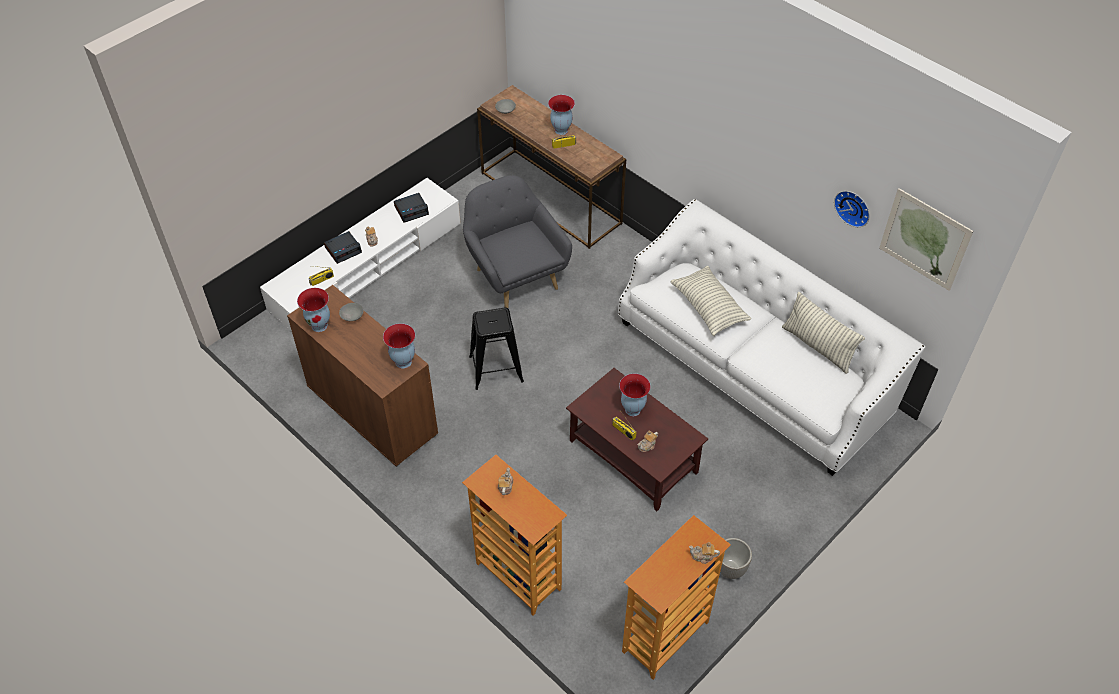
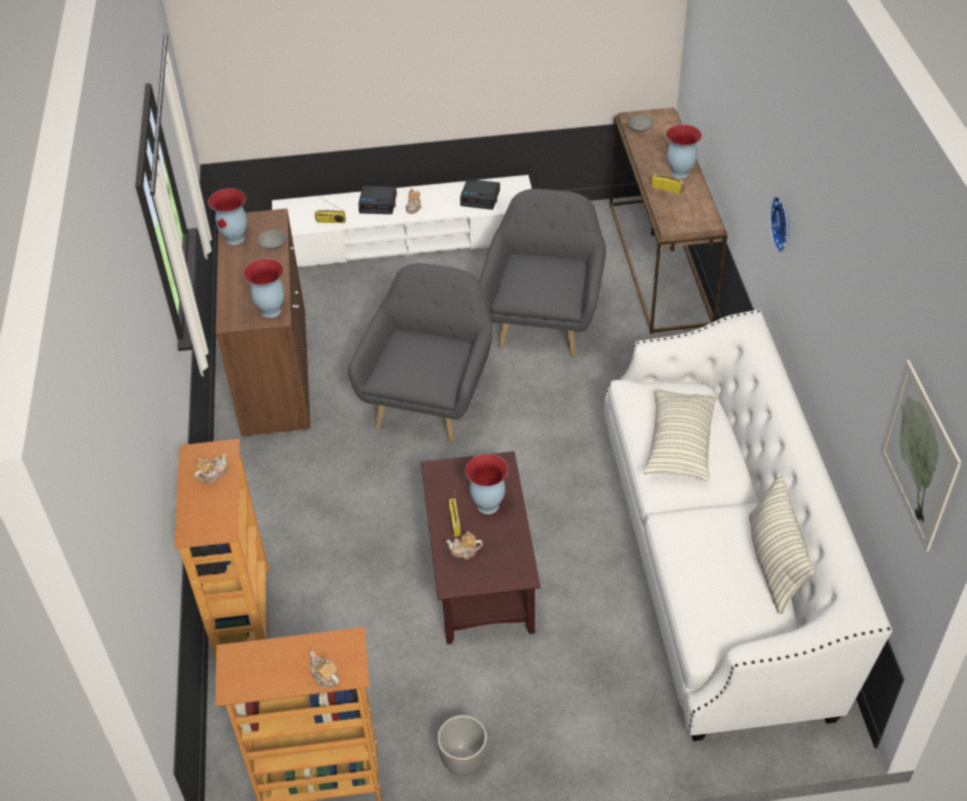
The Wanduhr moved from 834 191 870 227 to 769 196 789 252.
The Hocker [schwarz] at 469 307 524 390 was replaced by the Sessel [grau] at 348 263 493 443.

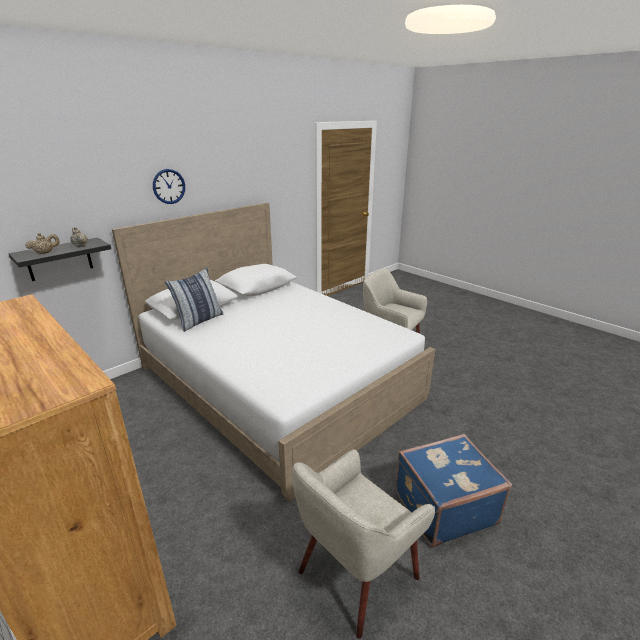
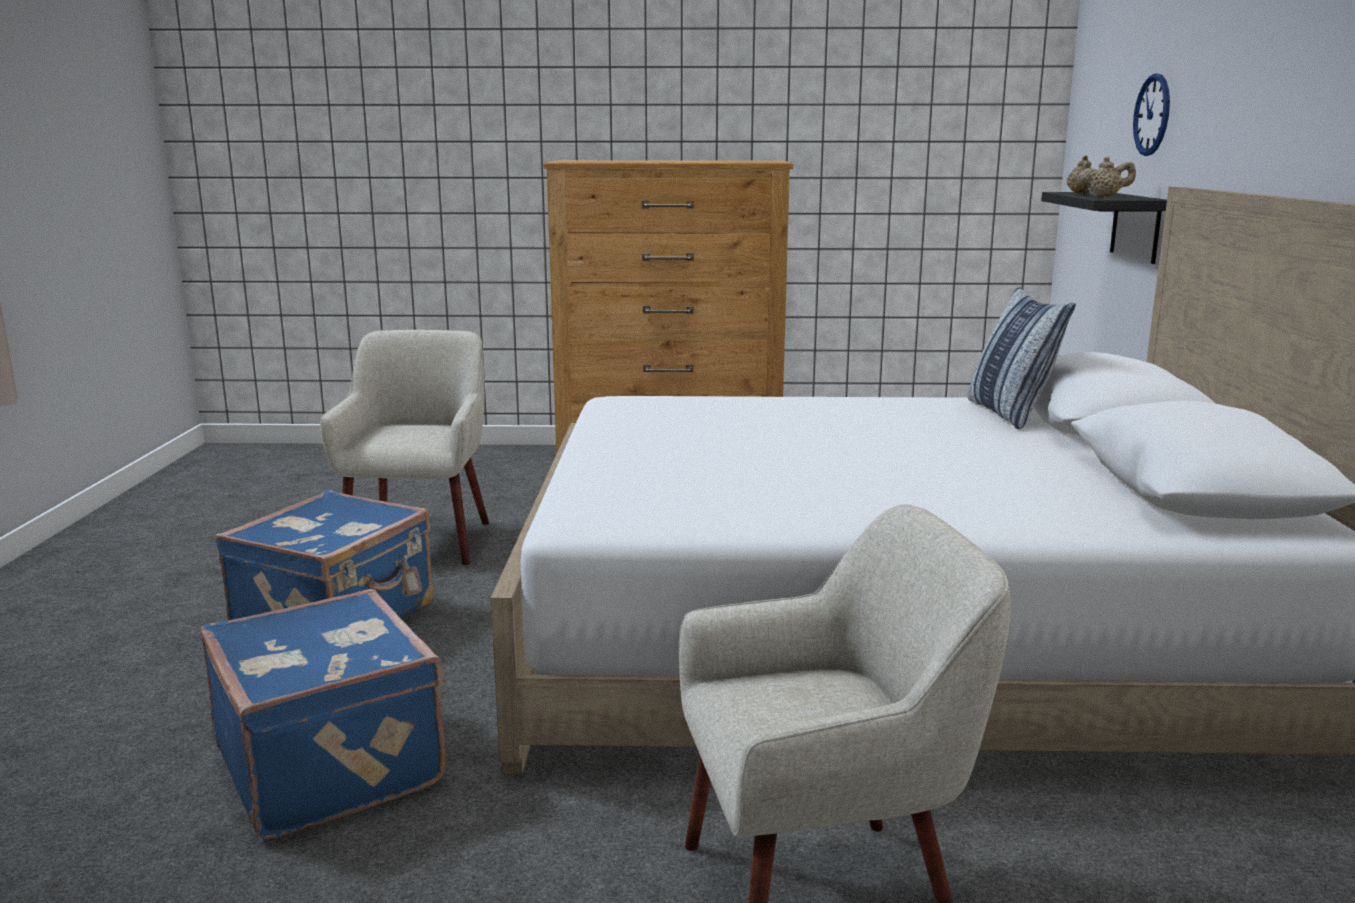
The Wanduhr moved from 153 169 185 204 to 1133 74 1170 156.
The Koffer [blau] at 200 589 446 840 appeared.

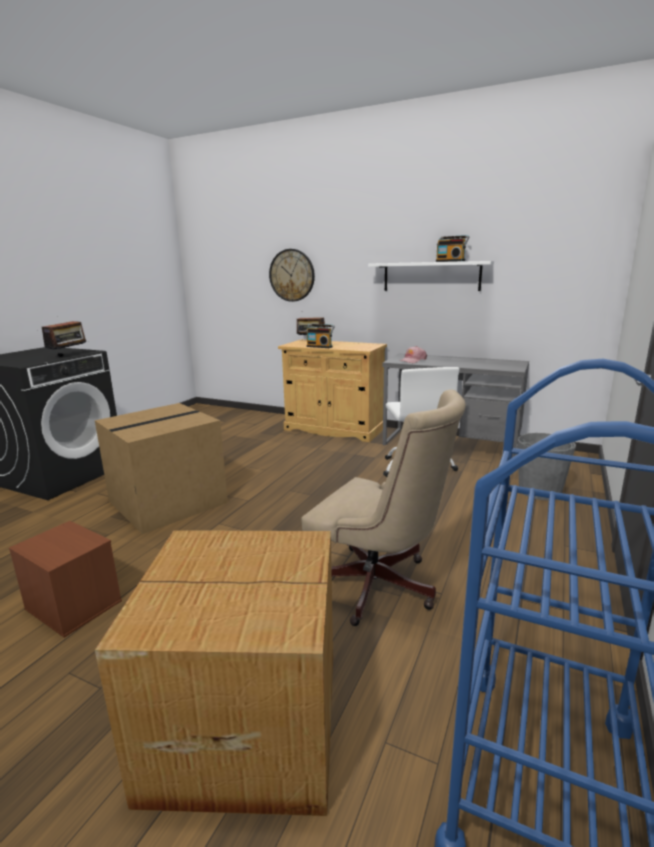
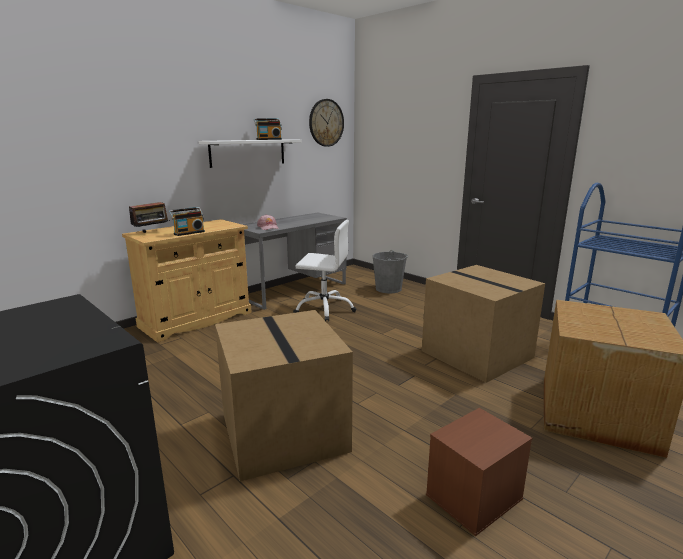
The Wanduhr moved from 269 249 315 302 to 309 99 344 147.
The Radio at 42 315 86 357 disappeared.
The Bürostuhl [beige] at 301 389 466 626 was replaced by the Karton at 422 265 545 383.

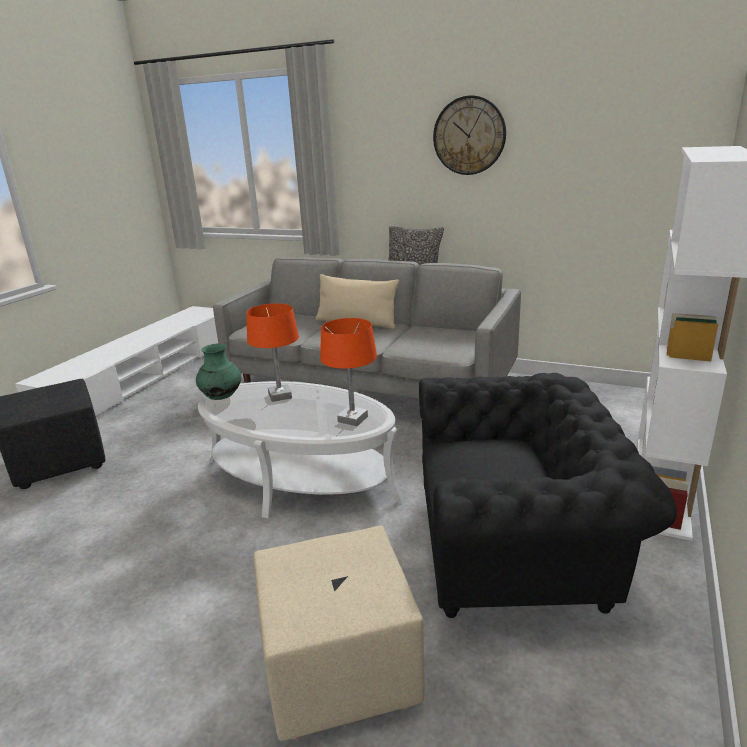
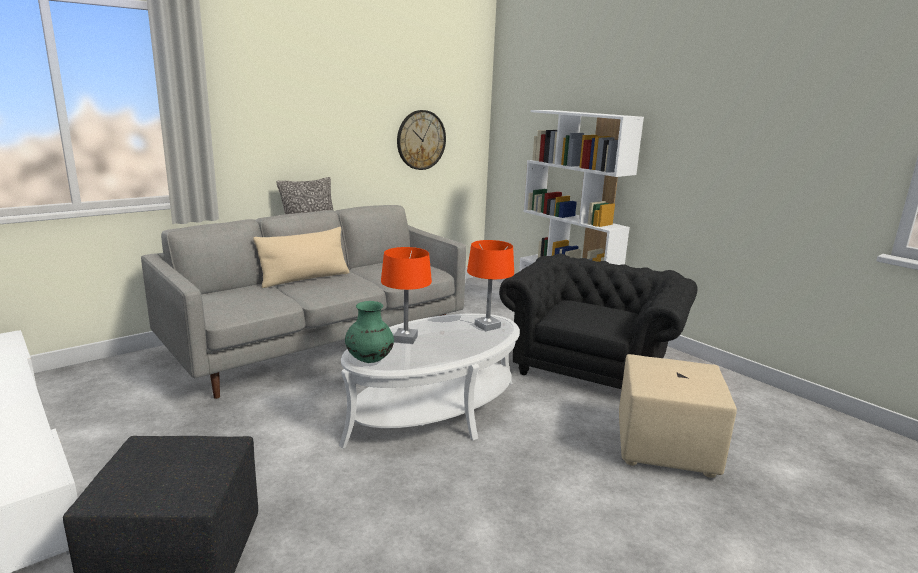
The Wanduhr moved from 433 95 506 175 to 397 110 446 170.

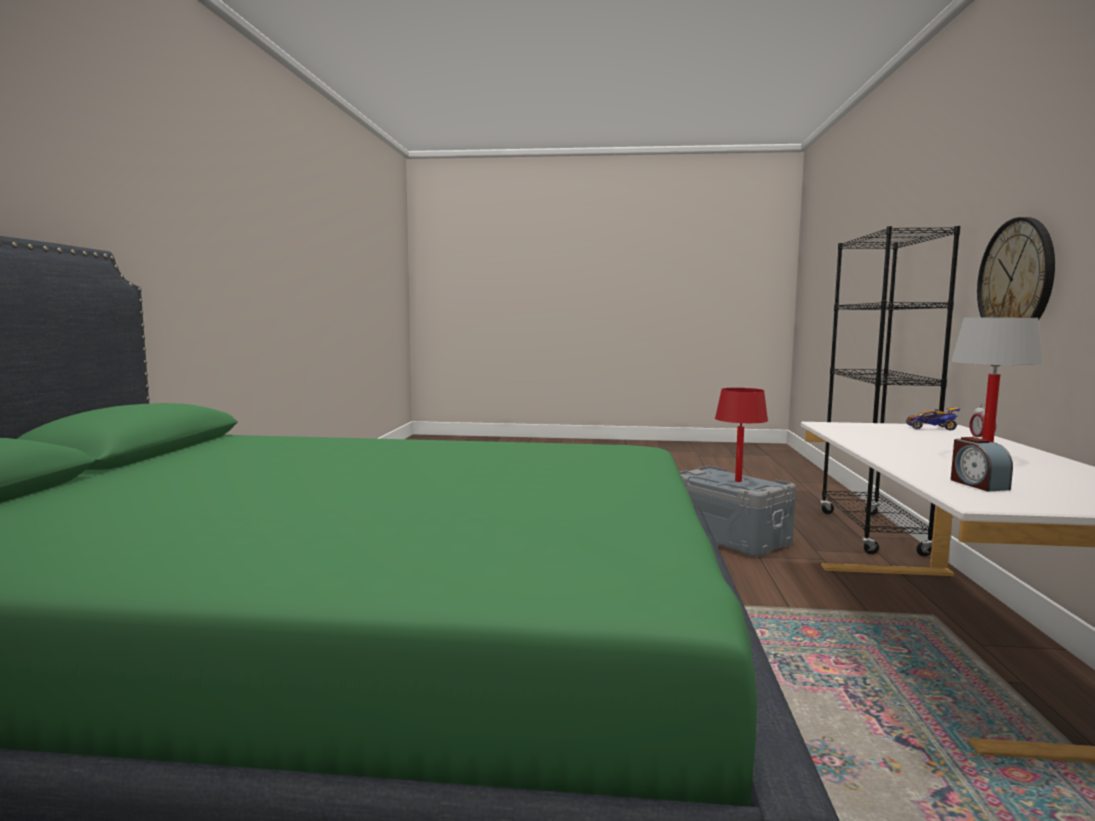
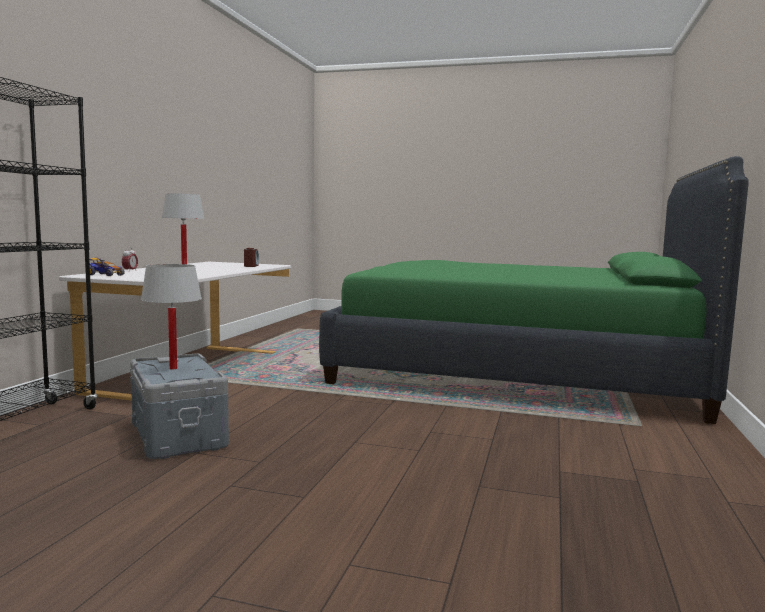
The Wanduhr at 977 217 1055 320 disappeared.
The Tischlampe [rot] at 715 388 768 482 became the Tischlampe [weiß] at 141 264 202 370.

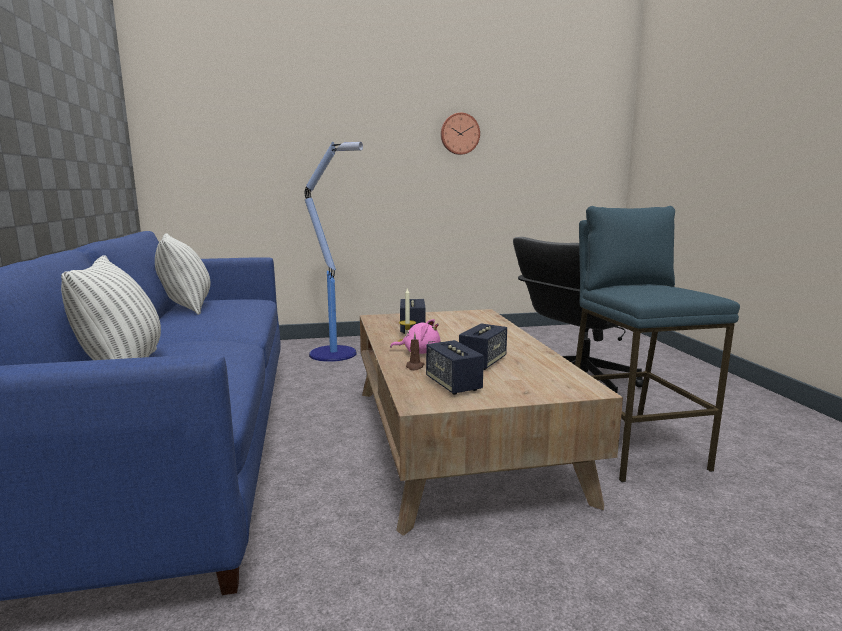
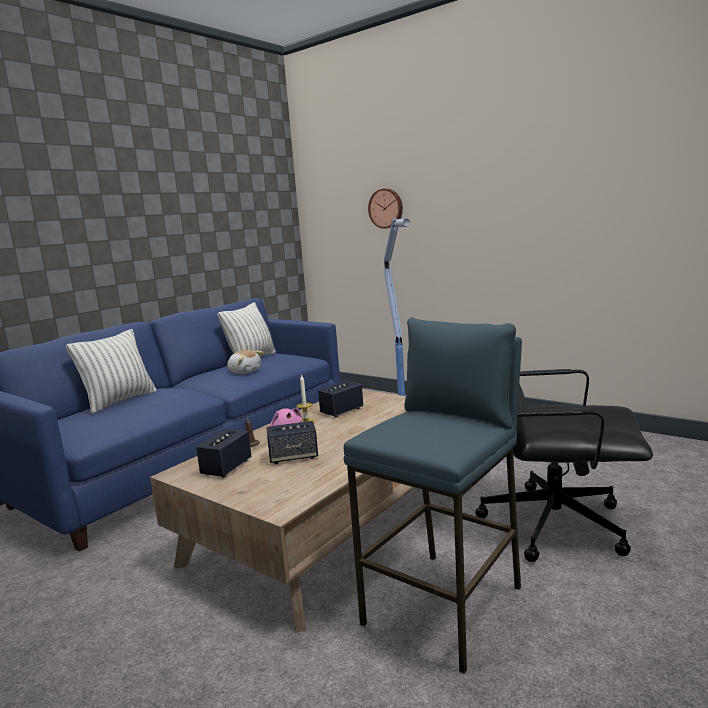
The Wanduhr moved from 441 113 480 155 to 368 189 403 229.
The Plüschtier at 227 350 264 374 appeared.

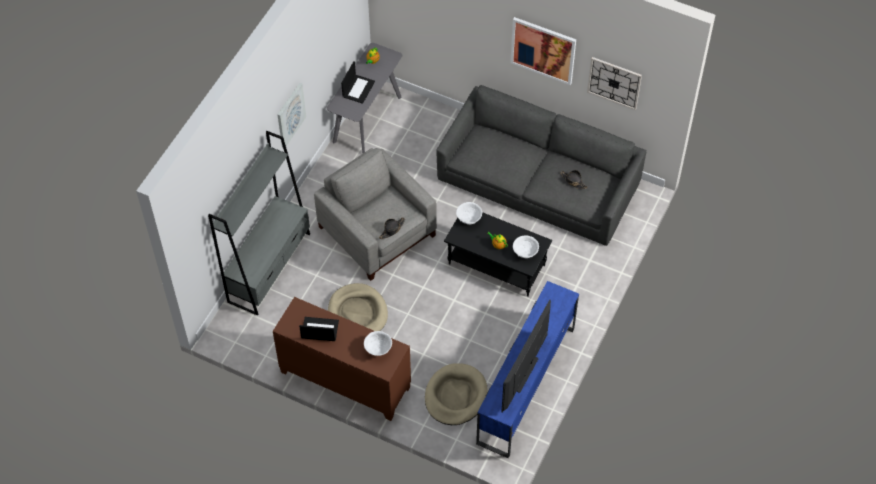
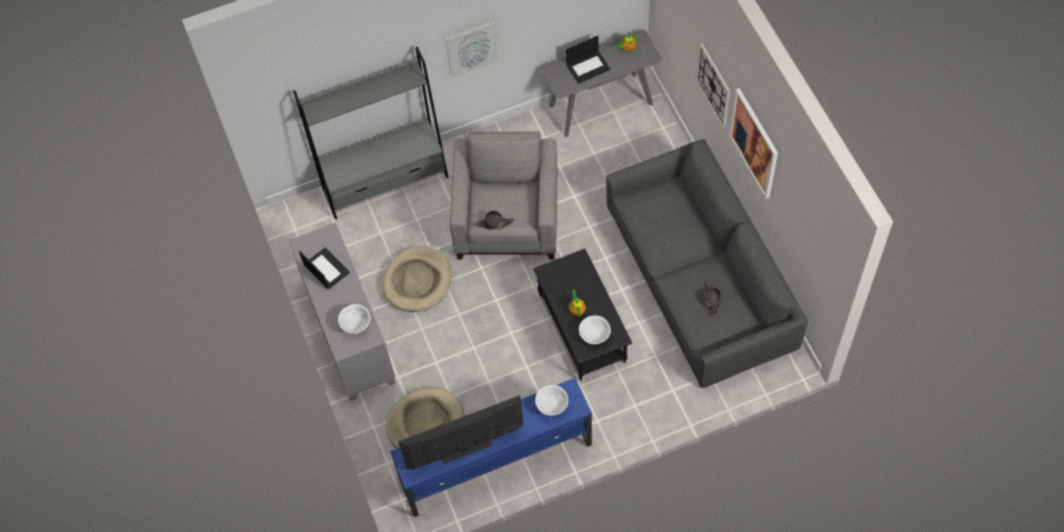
The Wanduhr moved from 587 57 642 110 to 696 43 730 128.
The Schüssel [weiß] moved from 456 202 482 225 to 535 385 568 416.
The Schrank [braun] at 273 297 411 421 became the Schrank [grau] at 288 222 396 401.

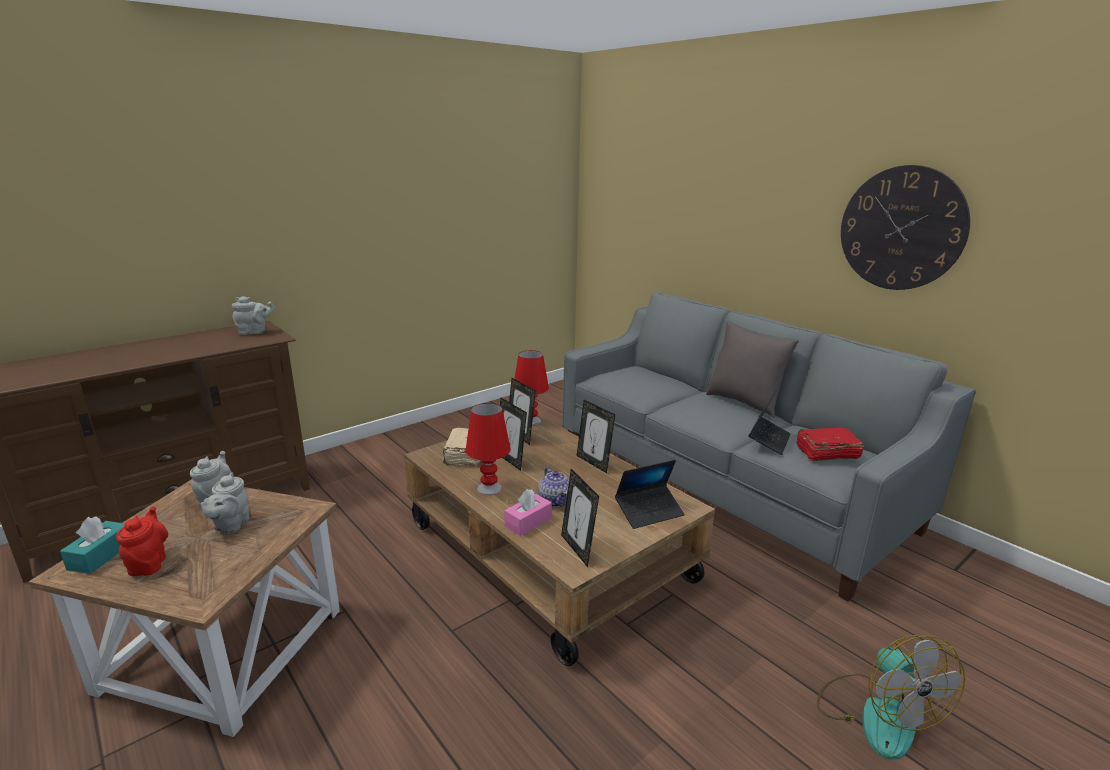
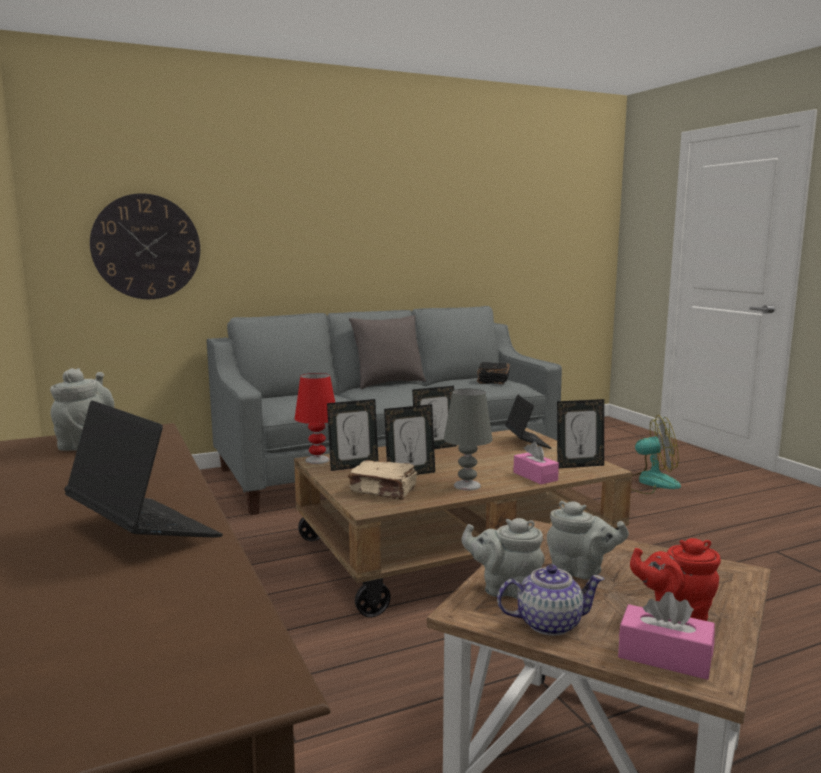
The Wanduhr moved from 841 165 970 290 to 90 193 200 299.
The Laptop moved from 749 391 791 455 to 64 400 223 538.
The Tischlampe [rot] at 465 403 511 496 became the Tischlampe [grau] at 444 389 493 491.
The Buch [rot] at 796 427 864 461 became the Buch [schwarz] at 477 362 510 384.
The Teekanne moved from 538 467 569 507 to 497 565 604 636.
The Taschentuchbox [türkis] at 60 516 125 574 became the Taschentuchbox [rosa] at 618 592 715 680.

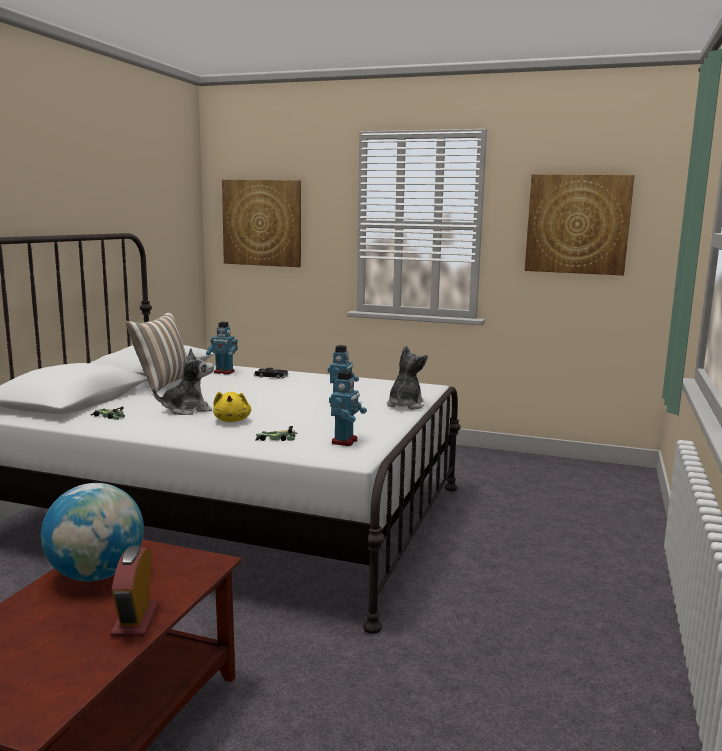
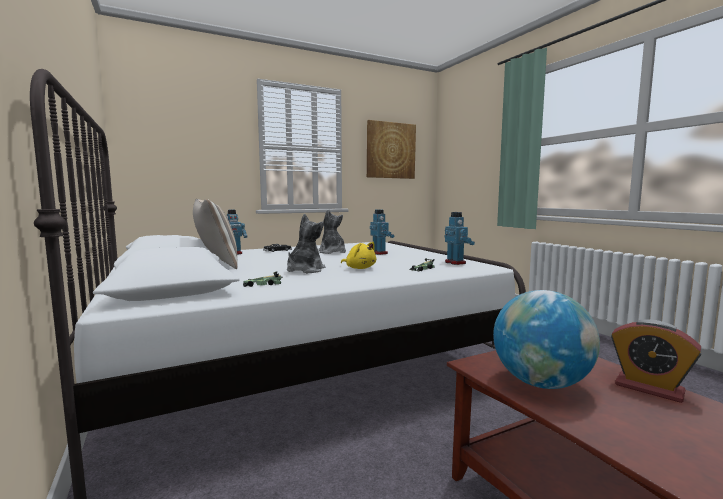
The Bild at 222 179 301 267 disappeared.
The Plüschtier moved from 387 345 428 410 to 318 209 346 254.

